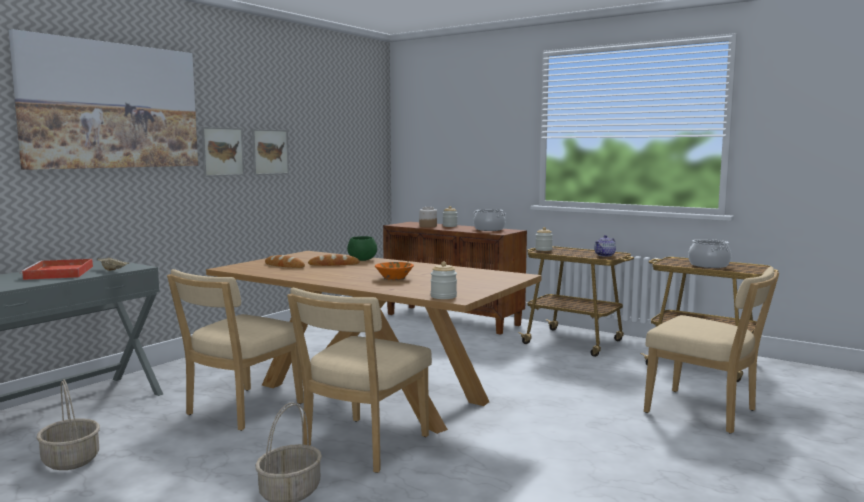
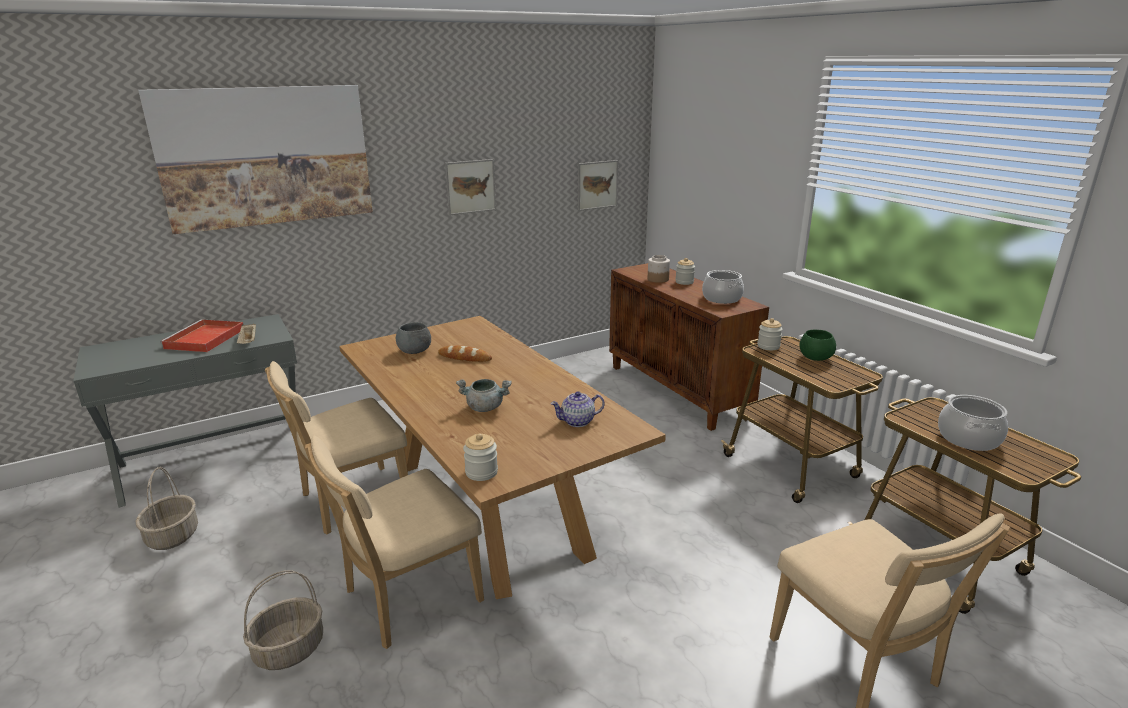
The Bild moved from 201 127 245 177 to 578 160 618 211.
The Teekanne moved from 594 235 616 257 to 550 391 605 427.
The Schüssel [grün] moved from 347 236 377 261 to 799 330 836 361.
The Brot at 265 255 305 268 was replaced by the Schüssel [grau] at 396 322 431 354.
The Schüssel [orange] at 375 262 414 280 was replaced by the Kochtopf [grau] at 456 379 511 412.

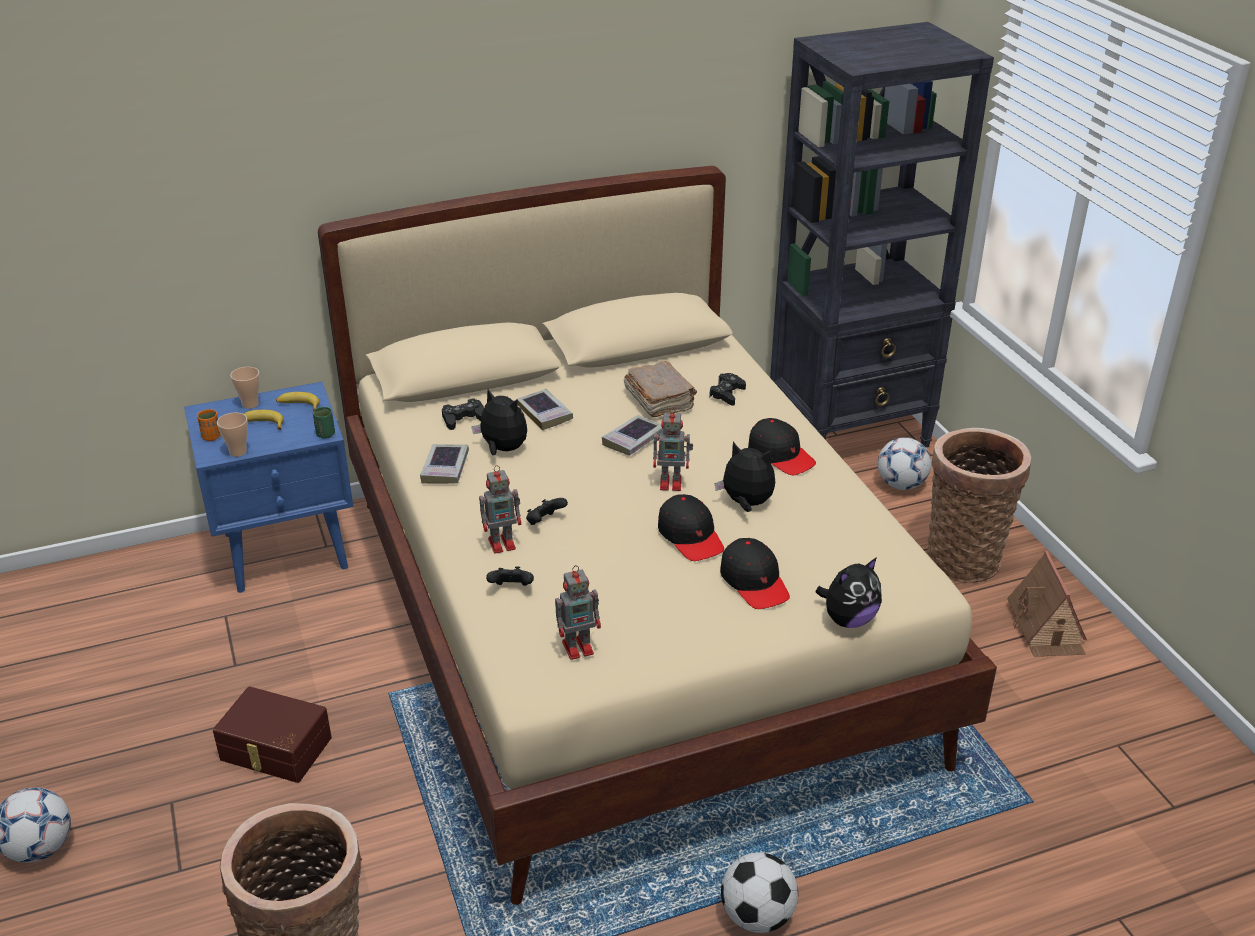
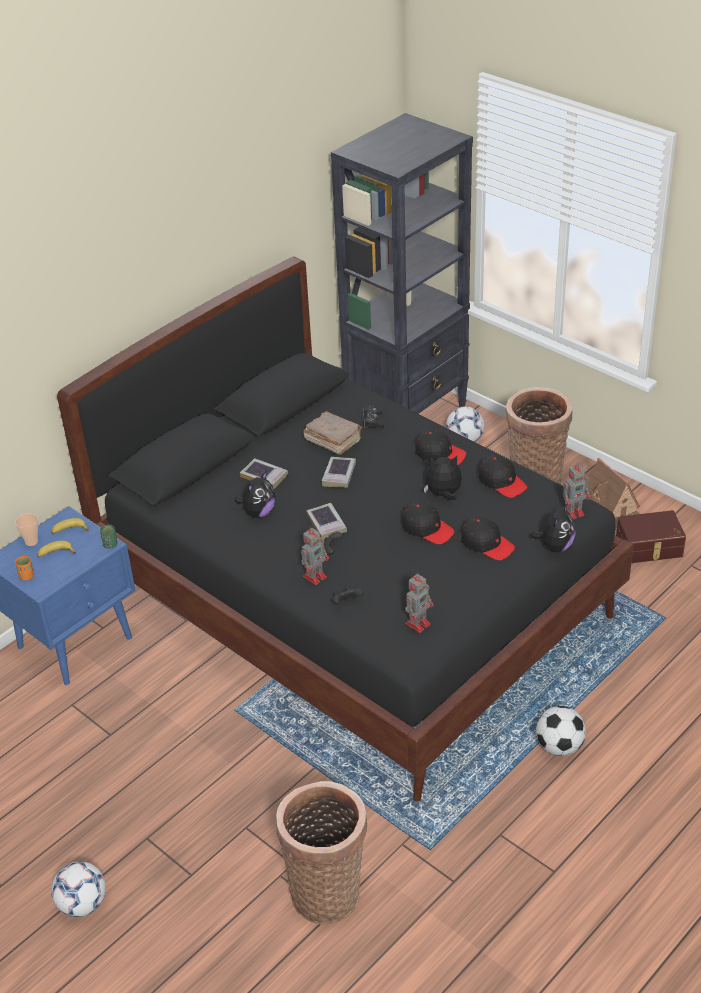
The Bett [beige] at 318 166 997 905 became the Bett [schwarz] at 57 256 634 802.
The Plüschtier at 472 389 527 455 turned 120 degrees clockwise.
The Gamepad [schwarz] at 442 398 484 430 disappeared.
The Spielzeugroboter moved from 653 407 693 491 to 563 462 590 519.
The Tasse at 217 413 248 457 disappeared.
The Buch moved from 420 444 469 484 to 307 503 347 540.
The Aufbewahrungsbox [braun] moved from 213 686 332 783 to 616 510 686 563.
The Kappe [schwarz] at 478 455 527 498 appeared.

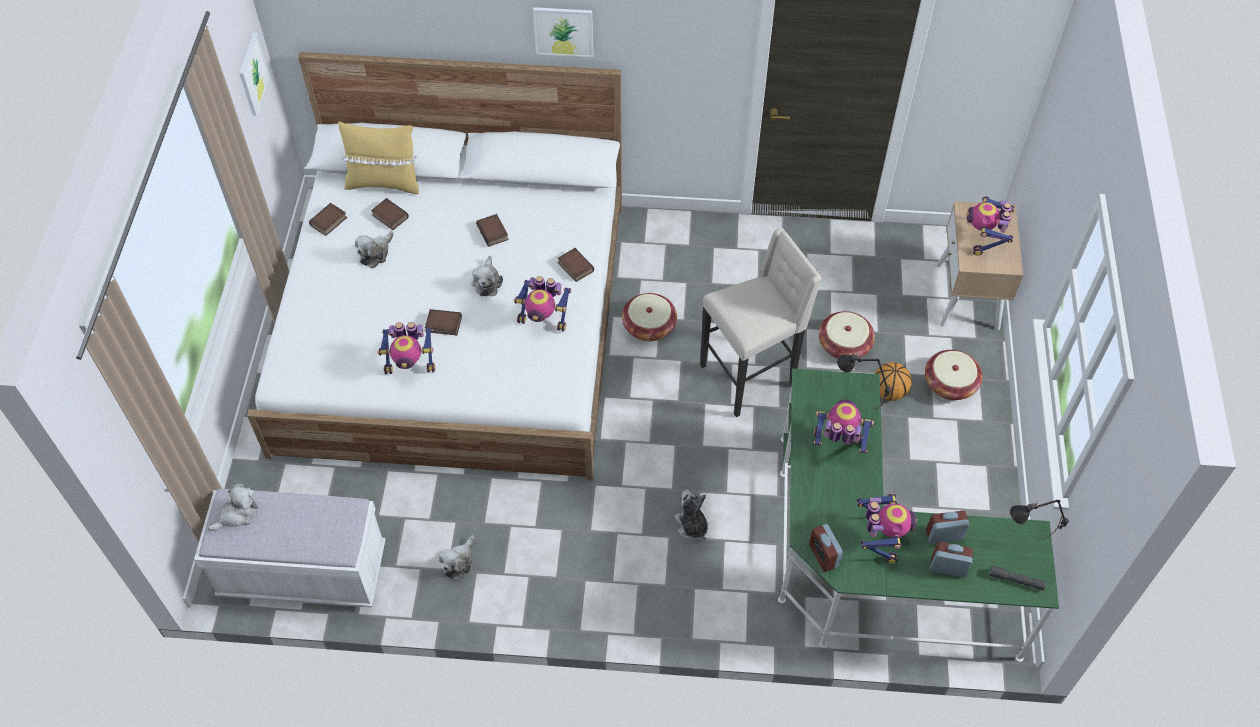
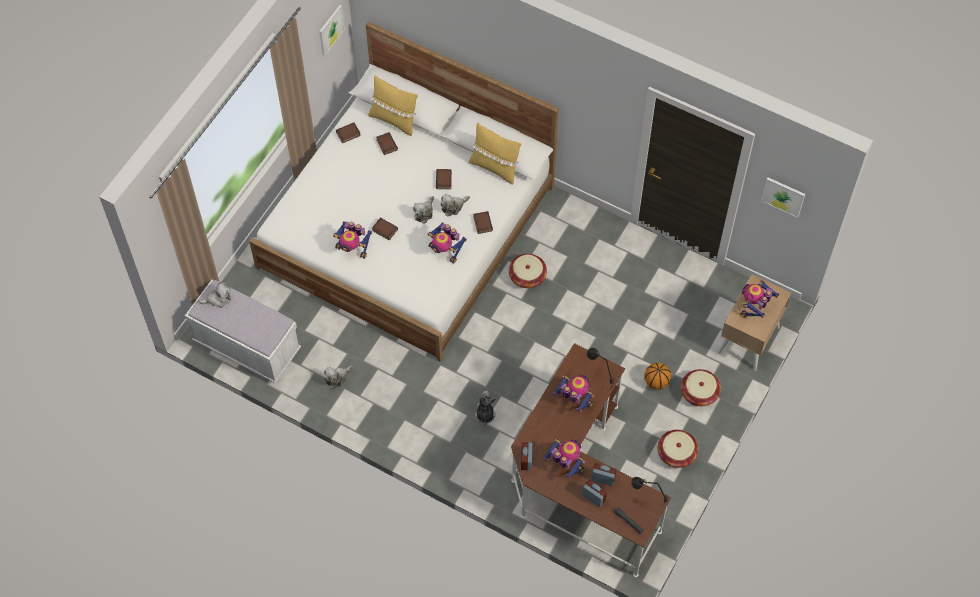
The Bild moved from 533 7 593 57 to 761 178 805 218.
The Hocker [beige] at 700 228 822 417 disappeared.
The Plüschtier moved from 355 231 394 269 to 440 194 470 216.
The Korb moved from 819 311 875 359 to 658 430 698 468.
The Schreibtisch [grün] at 778 369 1059 662 became the Schreibtisch [braun] at 511 343 671 577.
The Spielzeugroboter at 857 493 917 563 turned 75 degrees counterclockwise.
The Kissen [gelb] at 468 123 522 184 appeared.

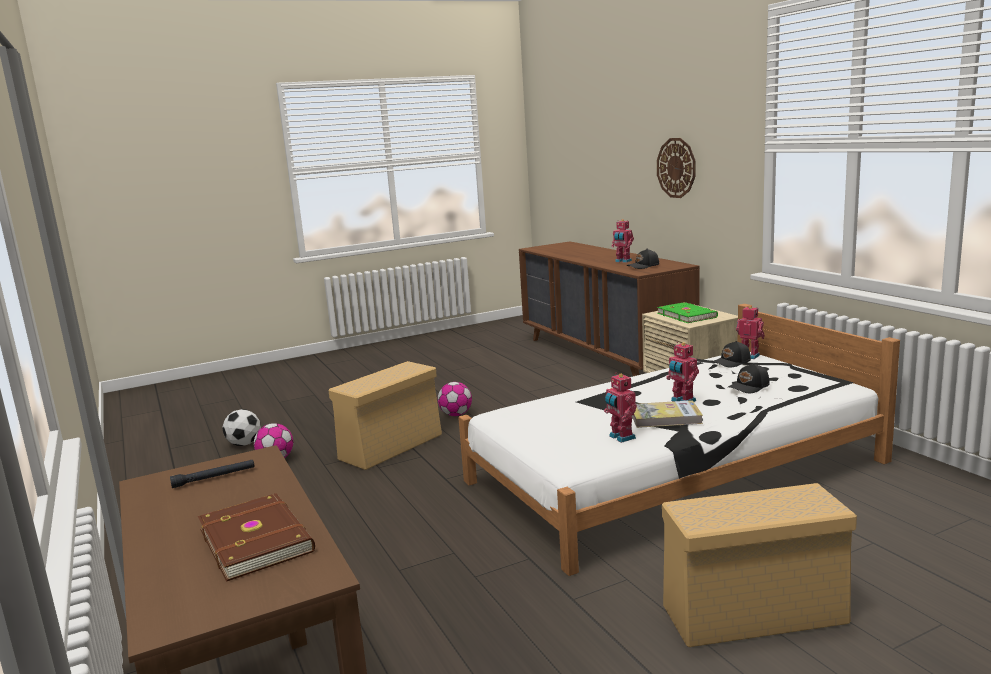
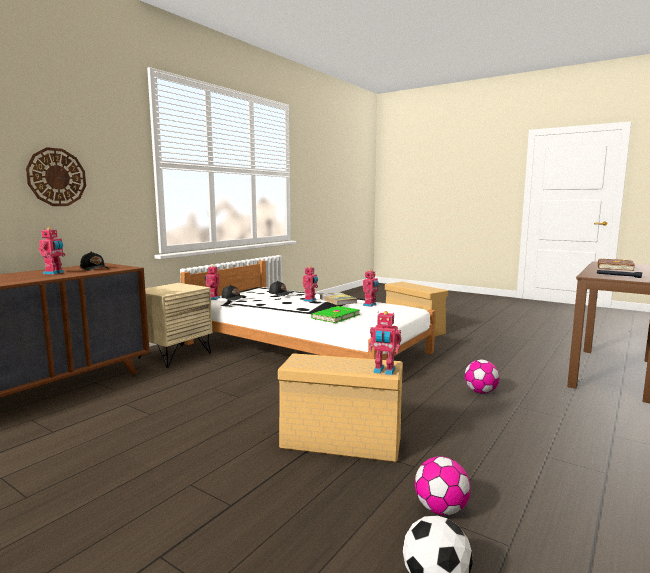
The Buch [grün] moved from 657 302 718 323 to 311 306 360 323.
The Fußball moved from 438 382 472 416 to 464 360 500 394.
The Spielzeugroboter at 369 311 401 375 appeared.

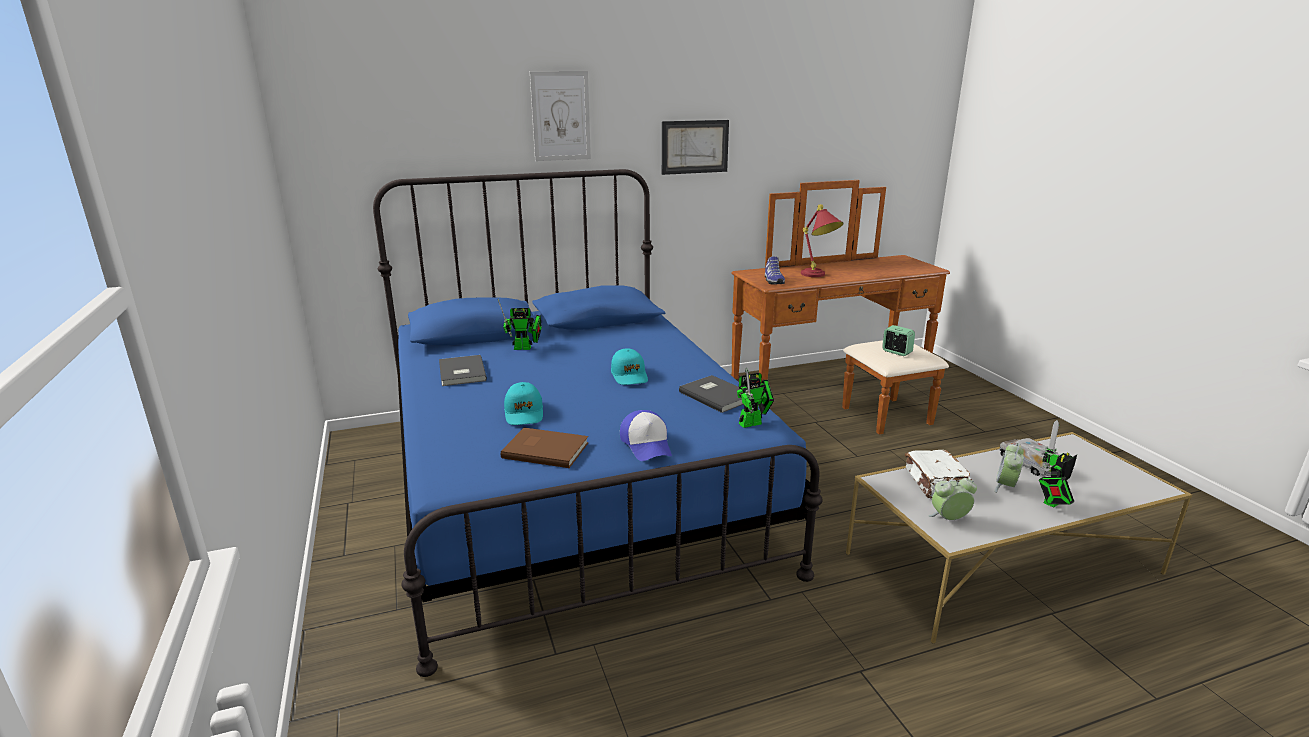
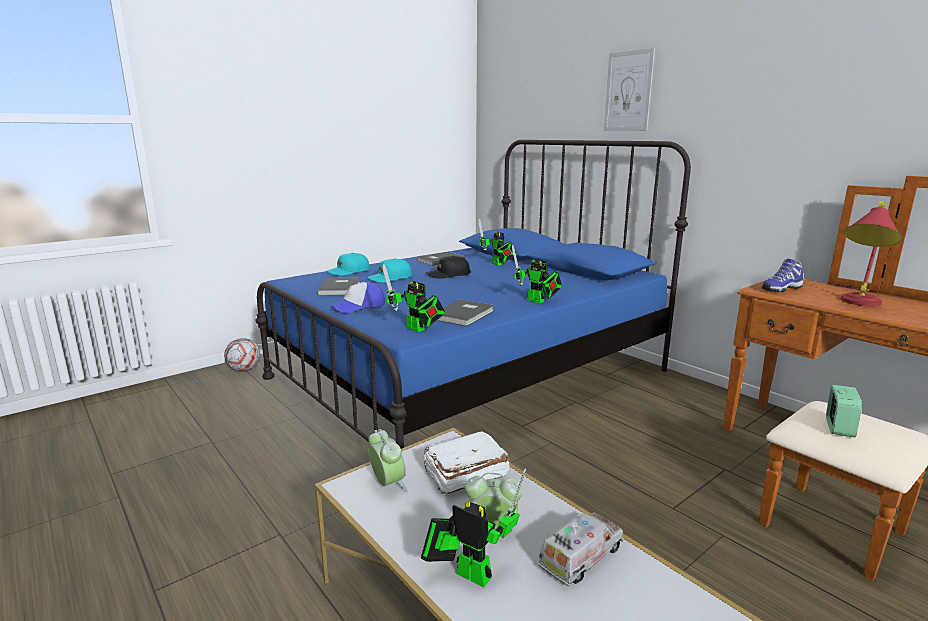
The Bild at 662 120 729 175 disappeared.
The Kappe [türkis] moved from 611 348 648 385 to 327 253 370 276.
The Buch [braun] at 501 428 589 468 became the Buch [grau] at 317 277 360 296.
The Spielzeugroboter at 512 245 562 303 appeared.
The Kappe [schwarz] at 426 256 471 278 appeared.
The Fußball at 224 338 260 372 appeared.

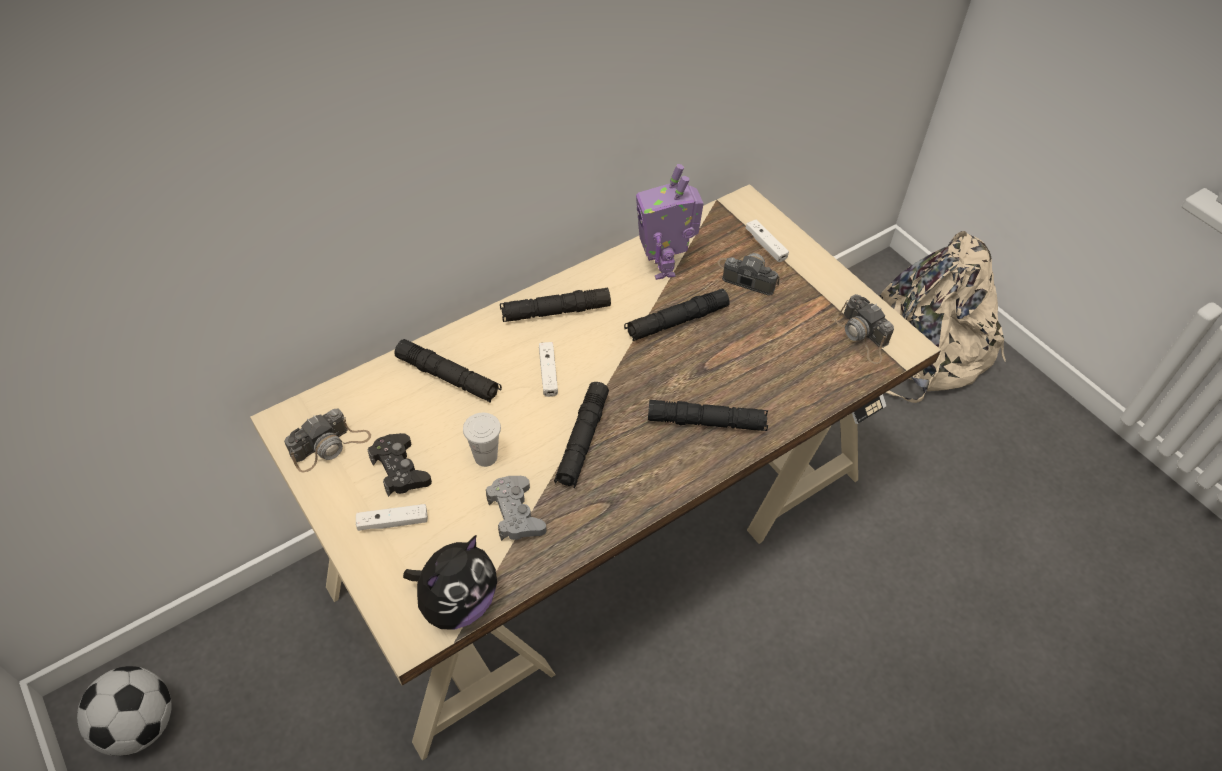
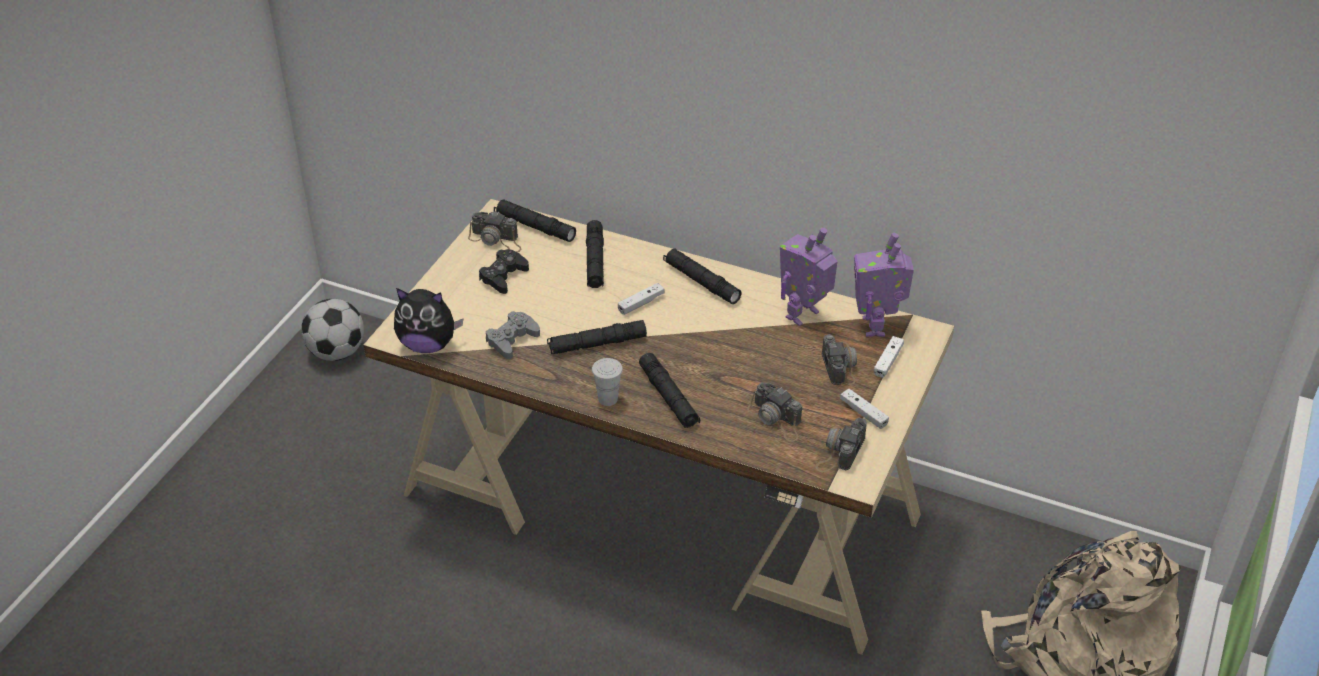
The Taschenlampe [schwarz] moved from 624 289 730 341 to 494 199 576 242.
The Tasse [weiß] moved from 463 413 501 467 to 592 358 623 406.
The Gamepad [weiß] moved from 356 504 428 531 to 840 389 889 429.
The Spielzeugroboter at 854 233 914 337 appeared.
The Kamera at 747 382 802 442 appeared.

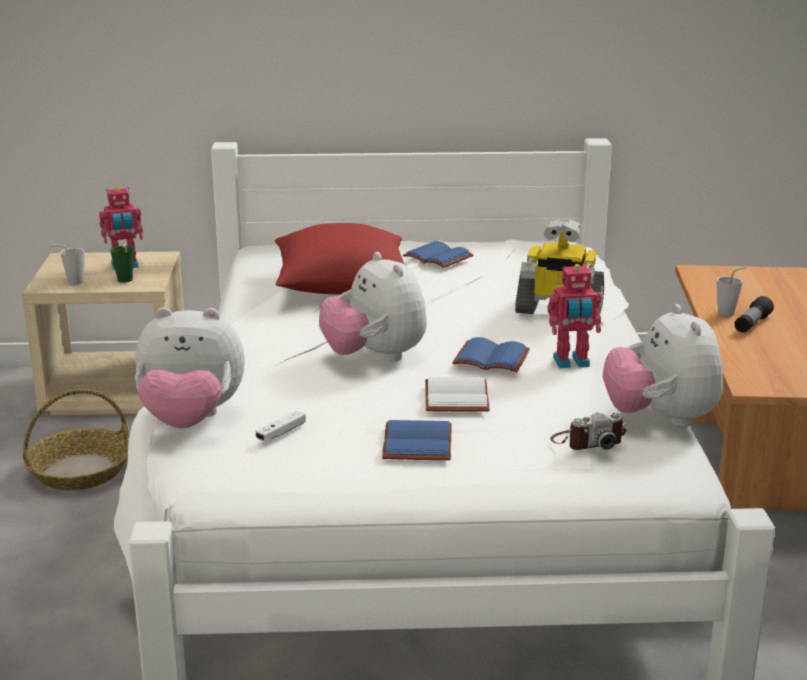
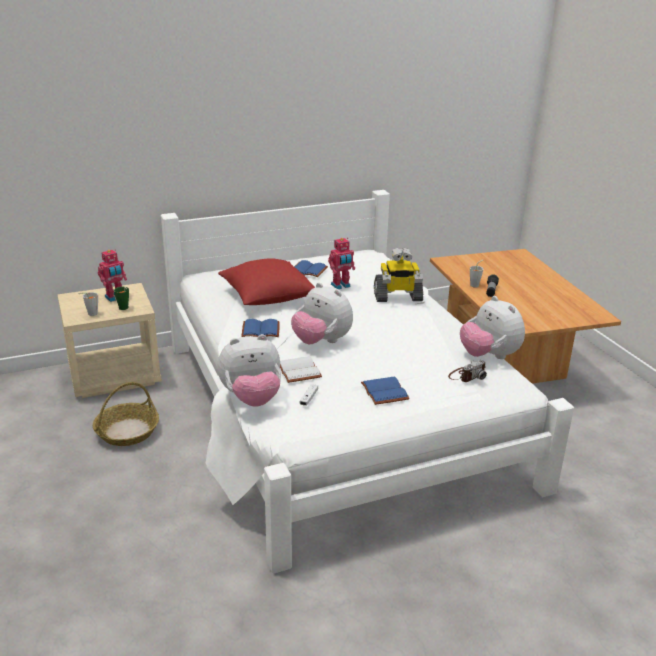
The Spielzeugroboter moved from 547 264 602 368 to 328 238 355 289.
The Buch [blau] moved from 452 337 530 372 to 241 319 280 337.
The Buch [weiß] moved from 425 377 490 412 to 280 356 322 383.

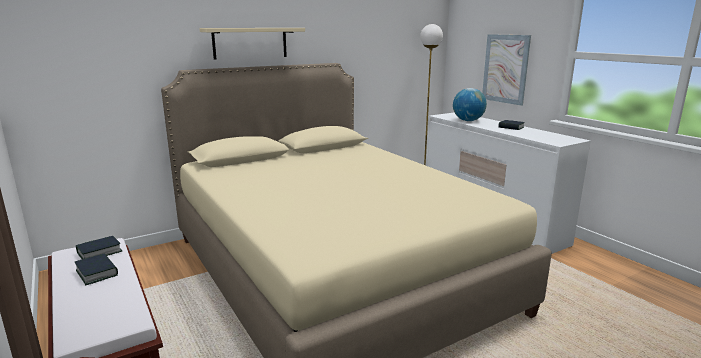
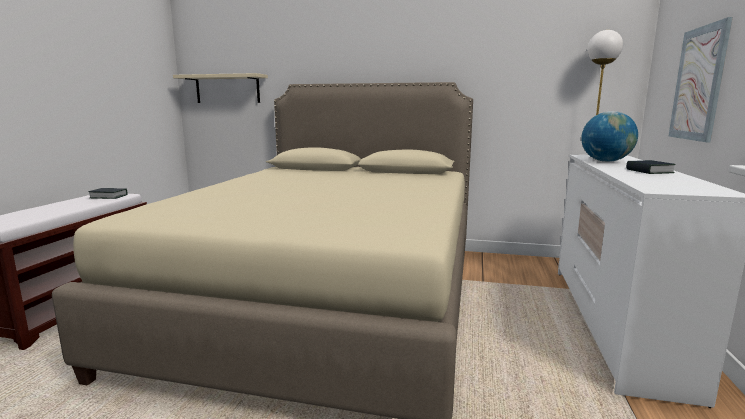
The Wandregal [beige] moved from 199 28 305 60 to 173 73 268 103.
The Buch at 75 253 118 285 disappeared.

